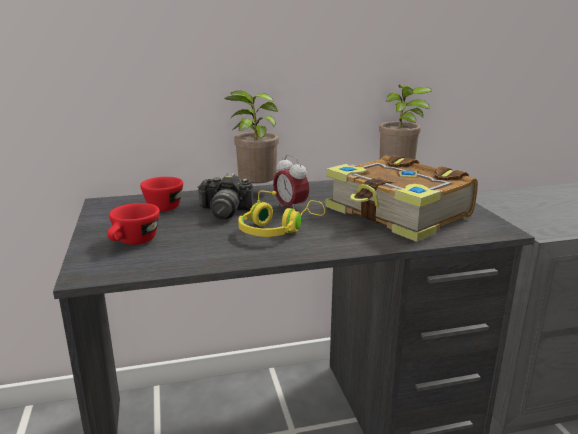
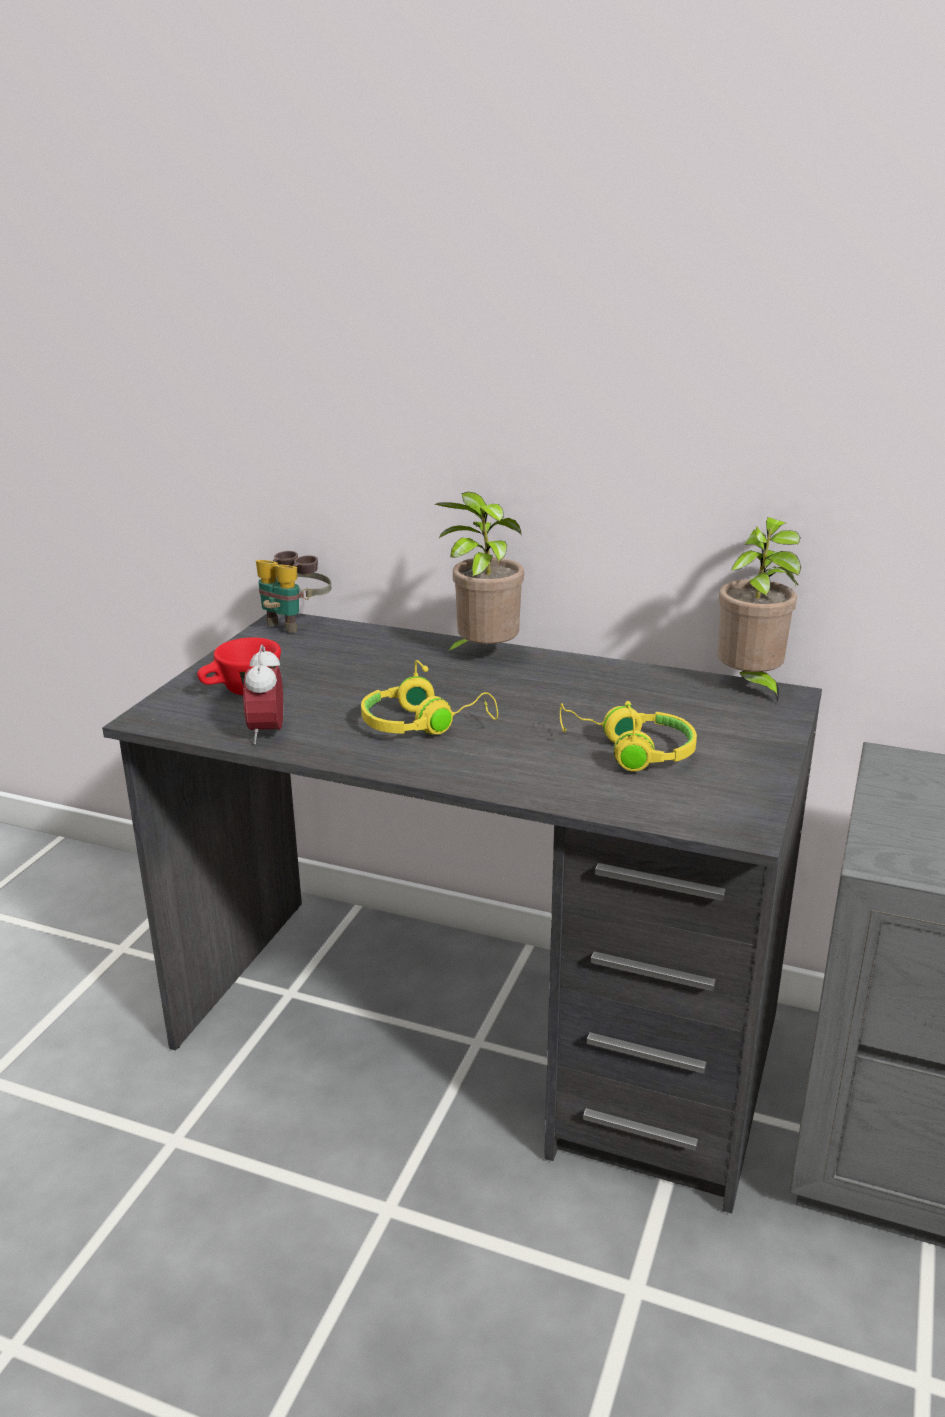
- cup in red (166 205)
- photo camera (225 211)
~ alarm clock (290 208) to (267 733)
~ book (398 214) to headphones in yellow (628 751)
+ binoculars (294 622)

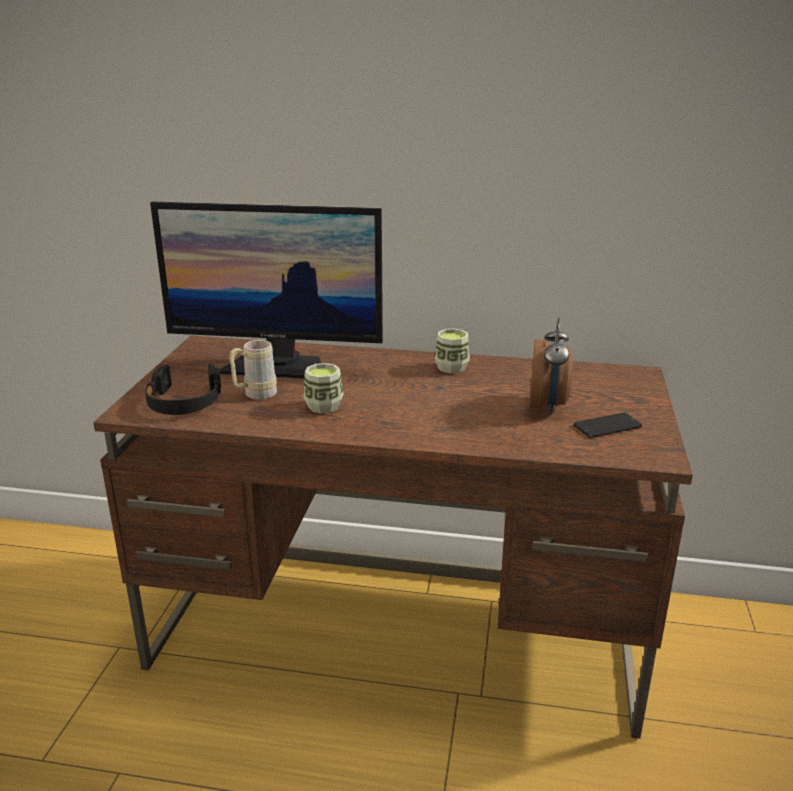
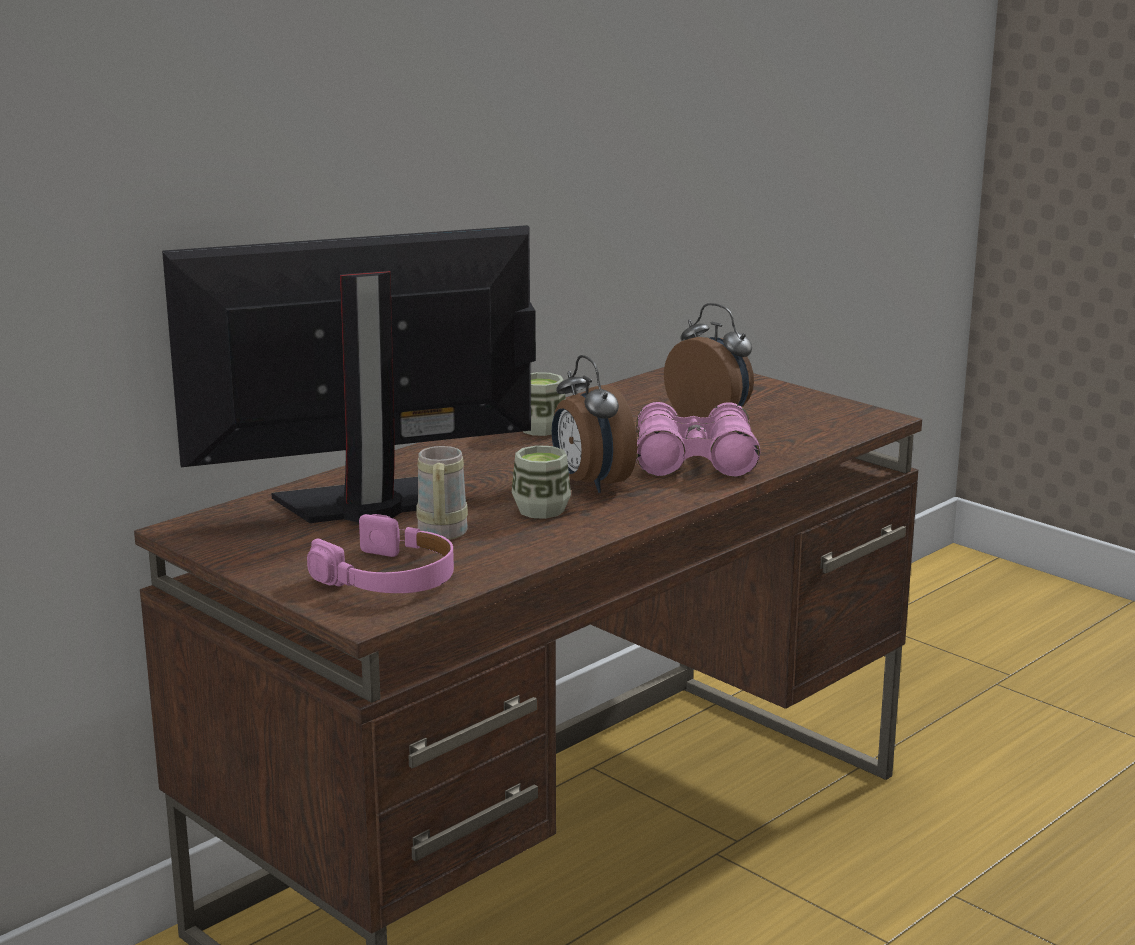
~ headphones in black (184 401) to headphones in pink (389 577)
~ monitor (278 365) = (366 504) 150 degrees counterclockwise
- phone (607 426)
+ alarm clock (590 484)
+ binoculars in pink (694 461)

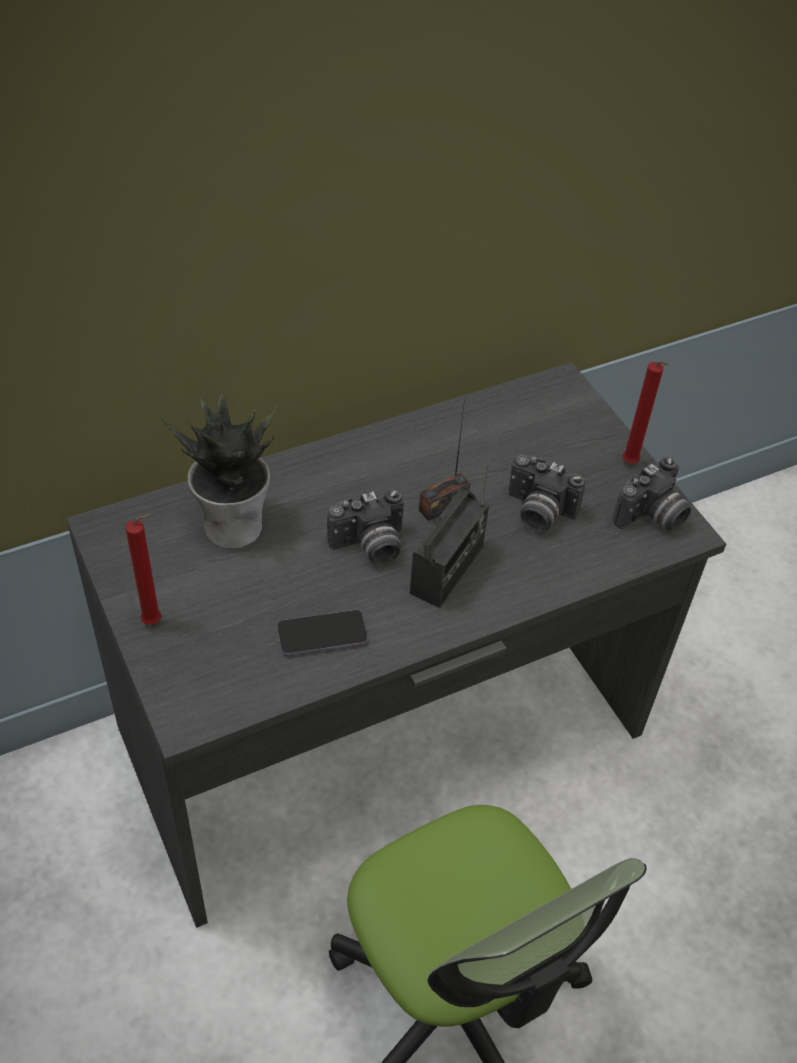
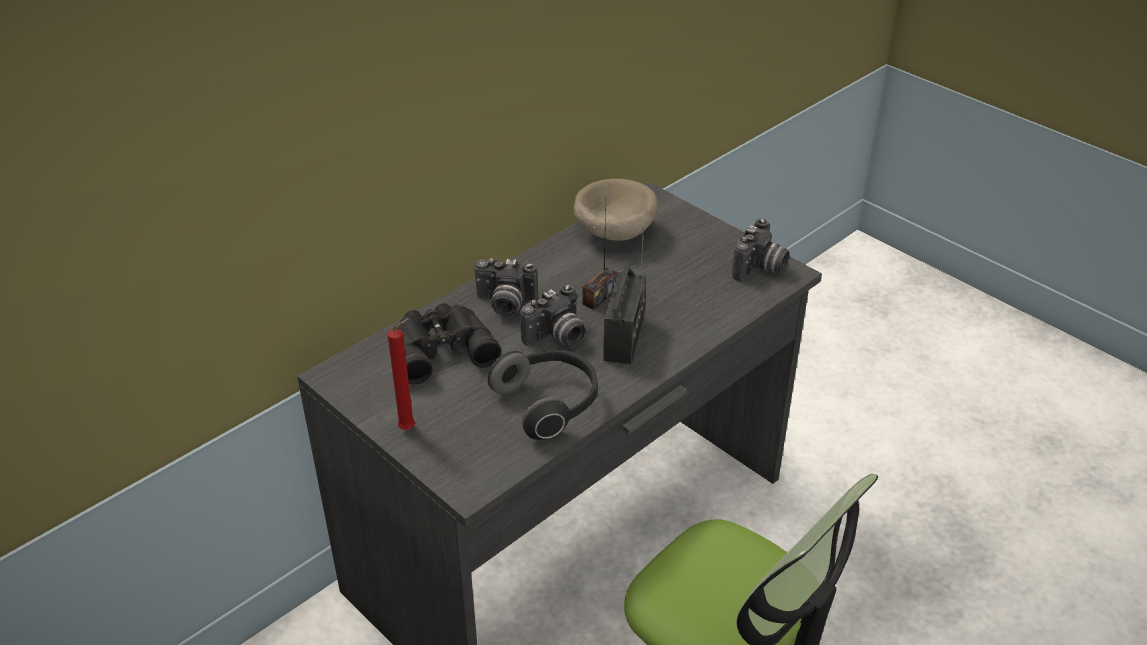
~ potted plant (233 524) to binoculars in black (439 347)
~ phone (322 635) to headphones (549 404)
~ photo camera (537 512) to (505 304)
- candle in red (631 464)
+ bowl in beige (613 232)

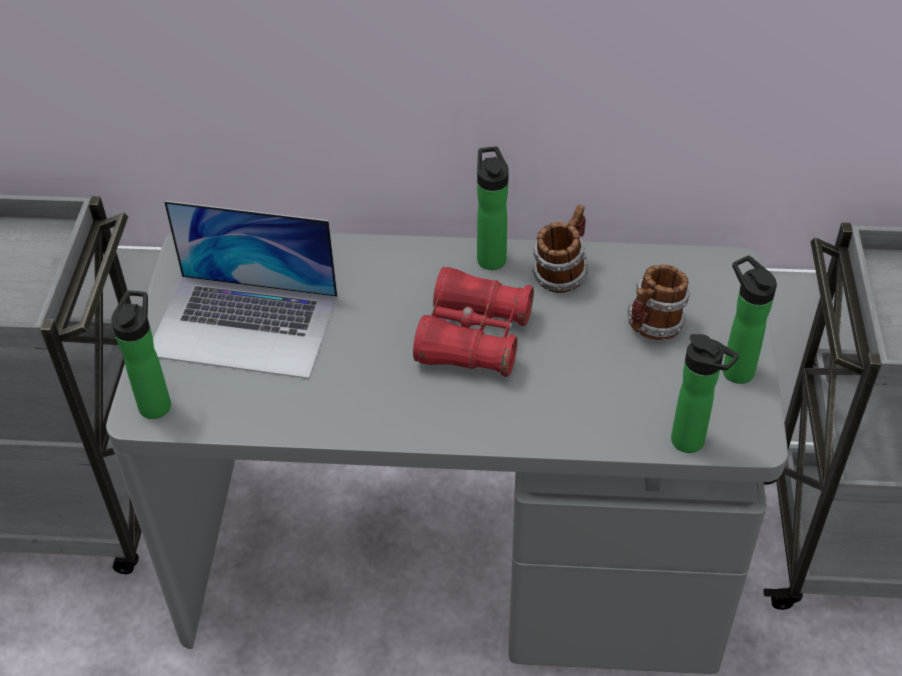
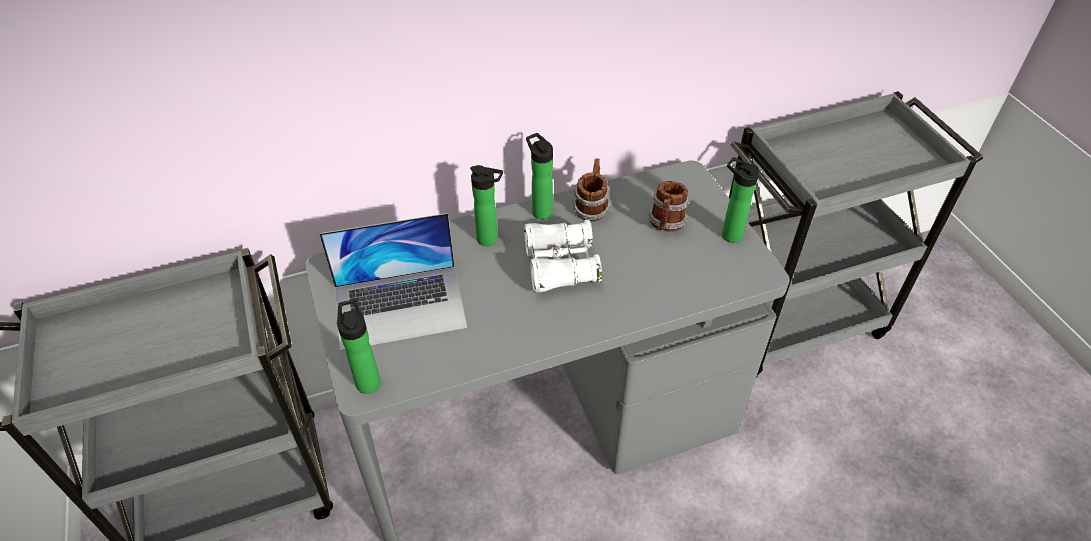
~ binoculars in red (473 338) to binoculars in white (560 265)
~ bottle (692 443) to (490 239)

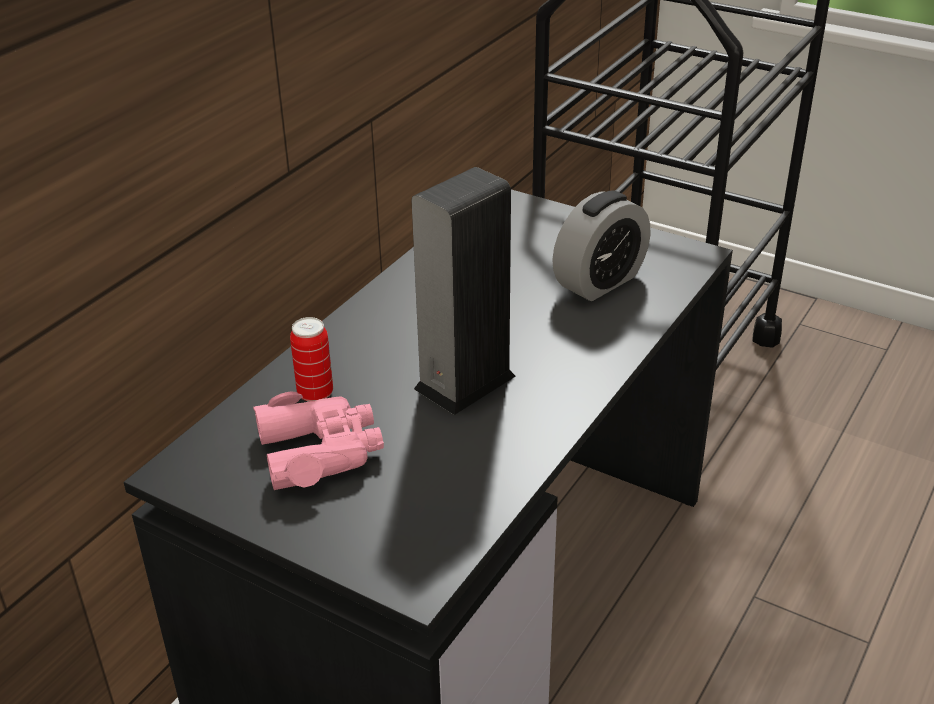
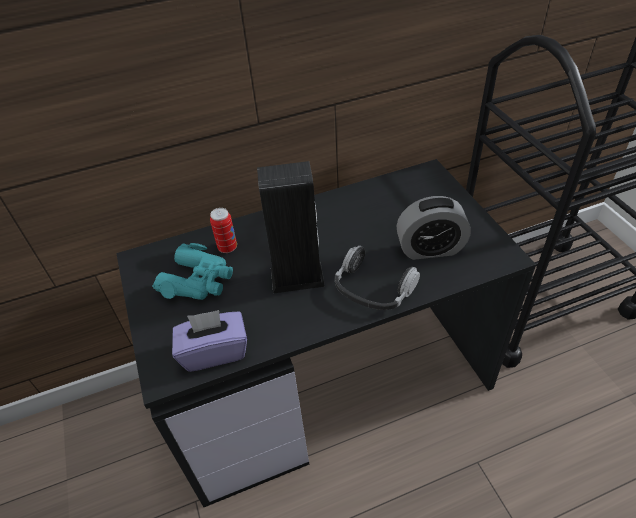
~ binoculars in pink (320 451) to binoculars in turquoise (198 280)
+ tissue box in purple (214 351)
+ headphones (373 288)

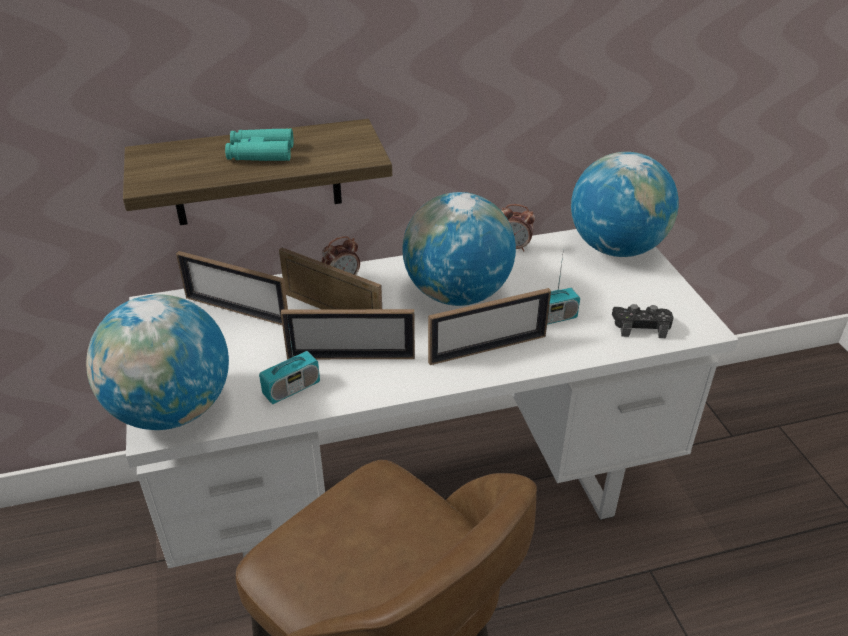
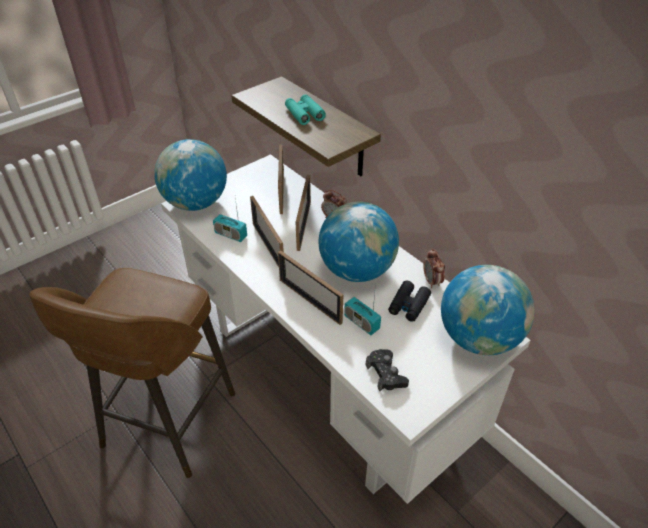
+ binoculars in black (408 305)

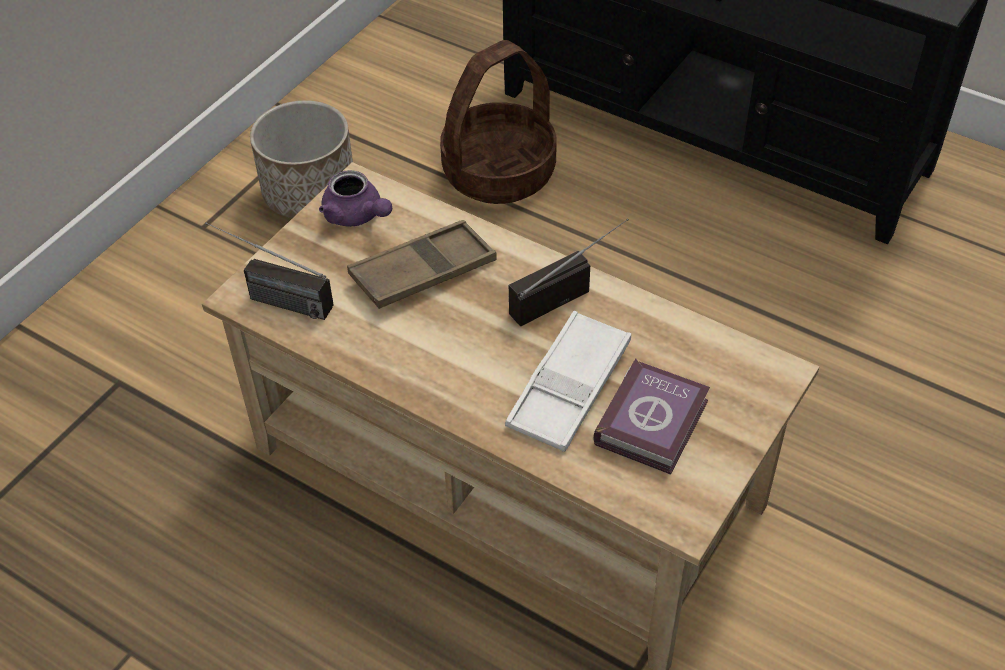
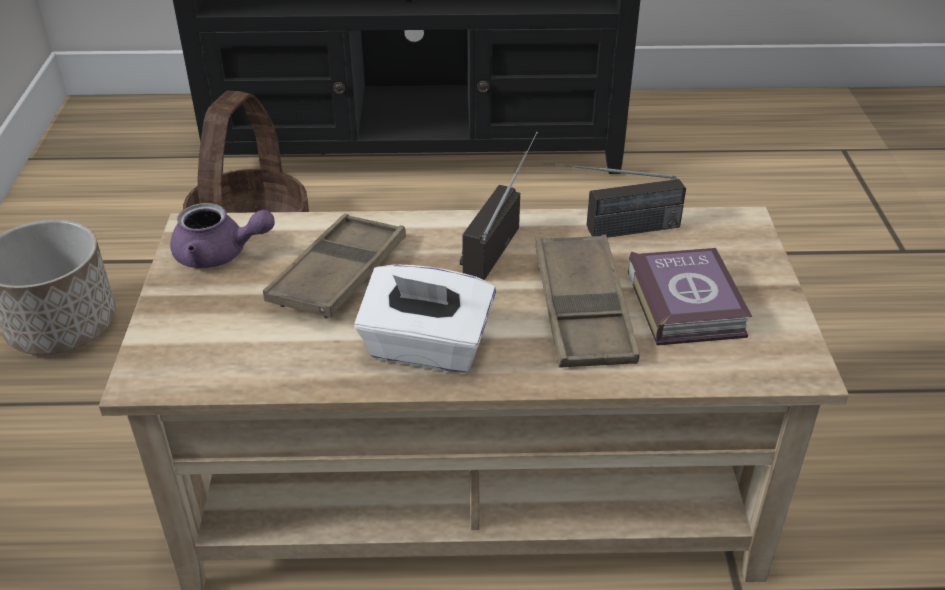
~ radio (270 298) to (610 232)
~ tray in white (569 388) to tray in brown (583 310)
+ tissue box in white (426 349)

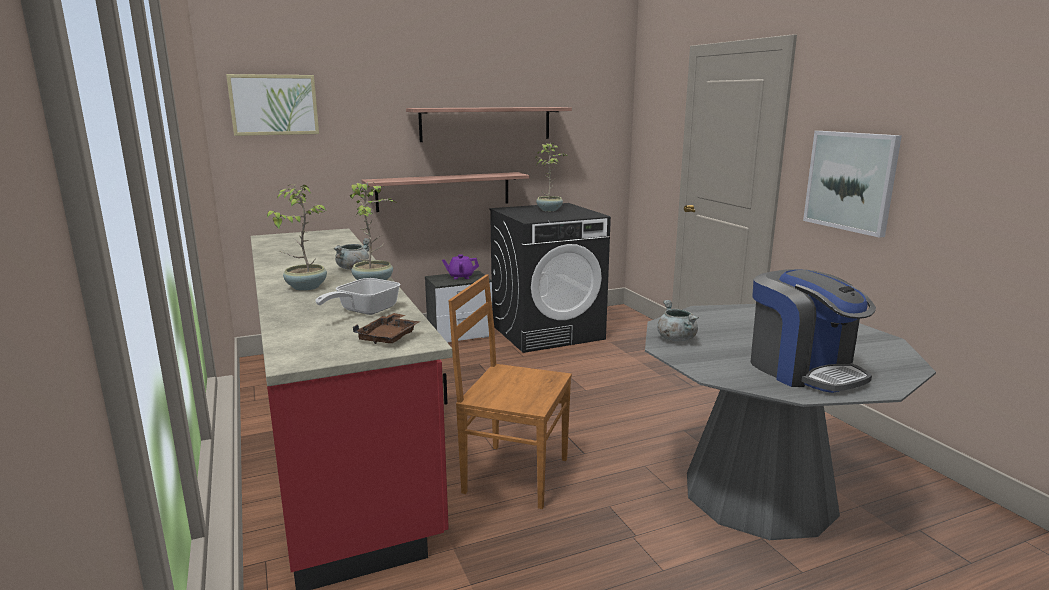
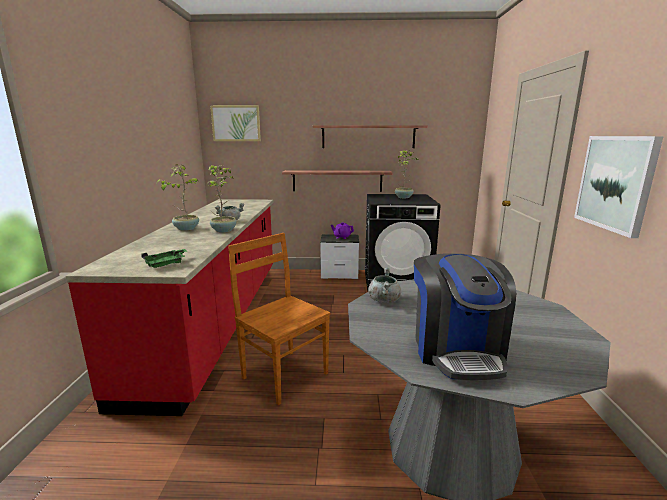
- frying pan (363 311)
~ tray in brown (389 337) to tray in green (166 264)

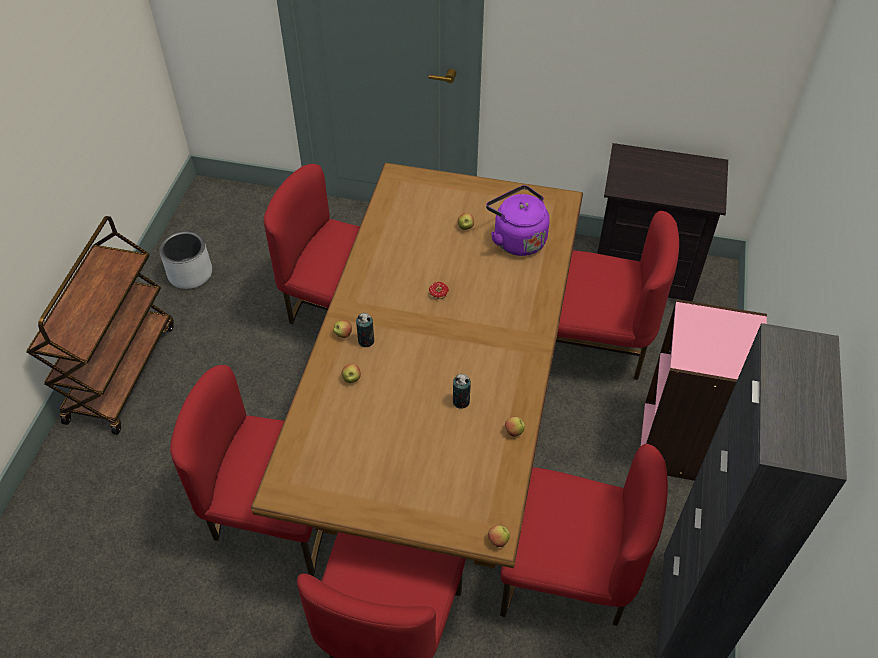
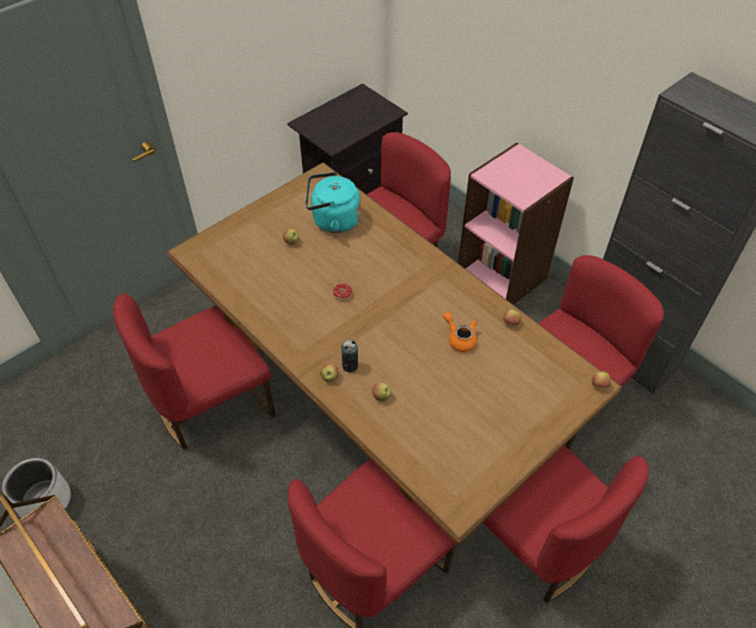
~ can (461 401) to teapot in orange (459 338)
~ kettle in purple (517 239) to kettle in turquoise (333 220)

